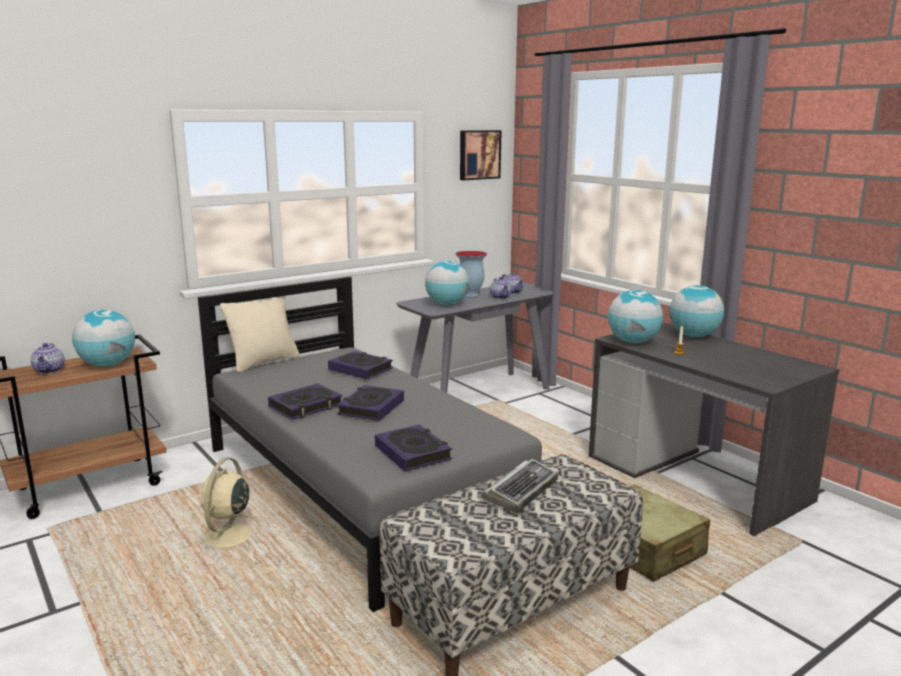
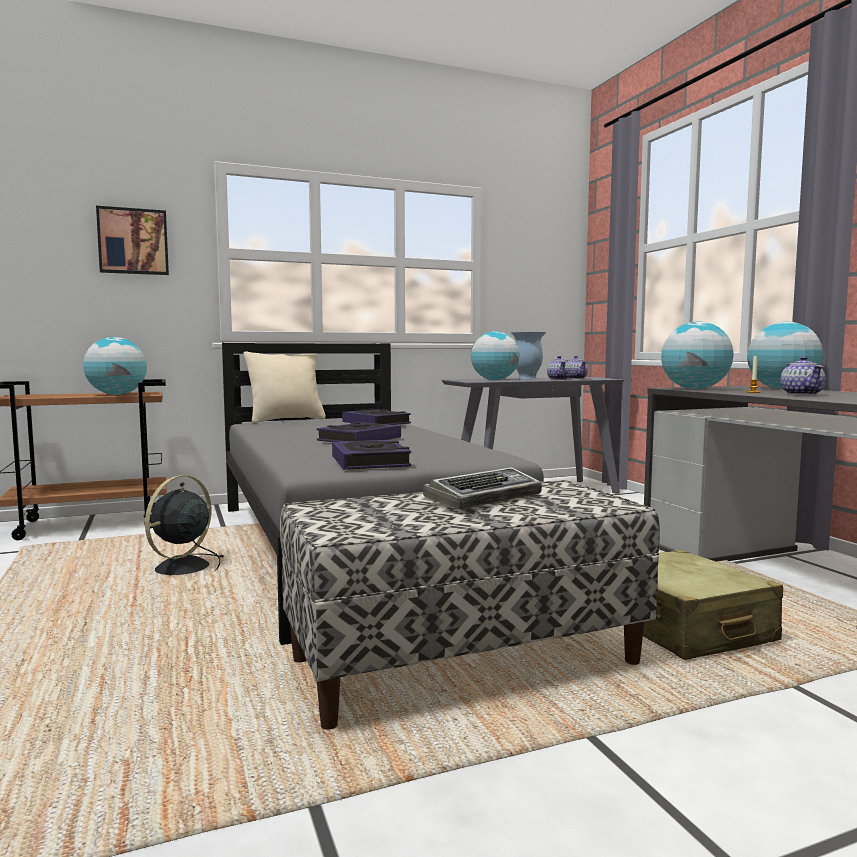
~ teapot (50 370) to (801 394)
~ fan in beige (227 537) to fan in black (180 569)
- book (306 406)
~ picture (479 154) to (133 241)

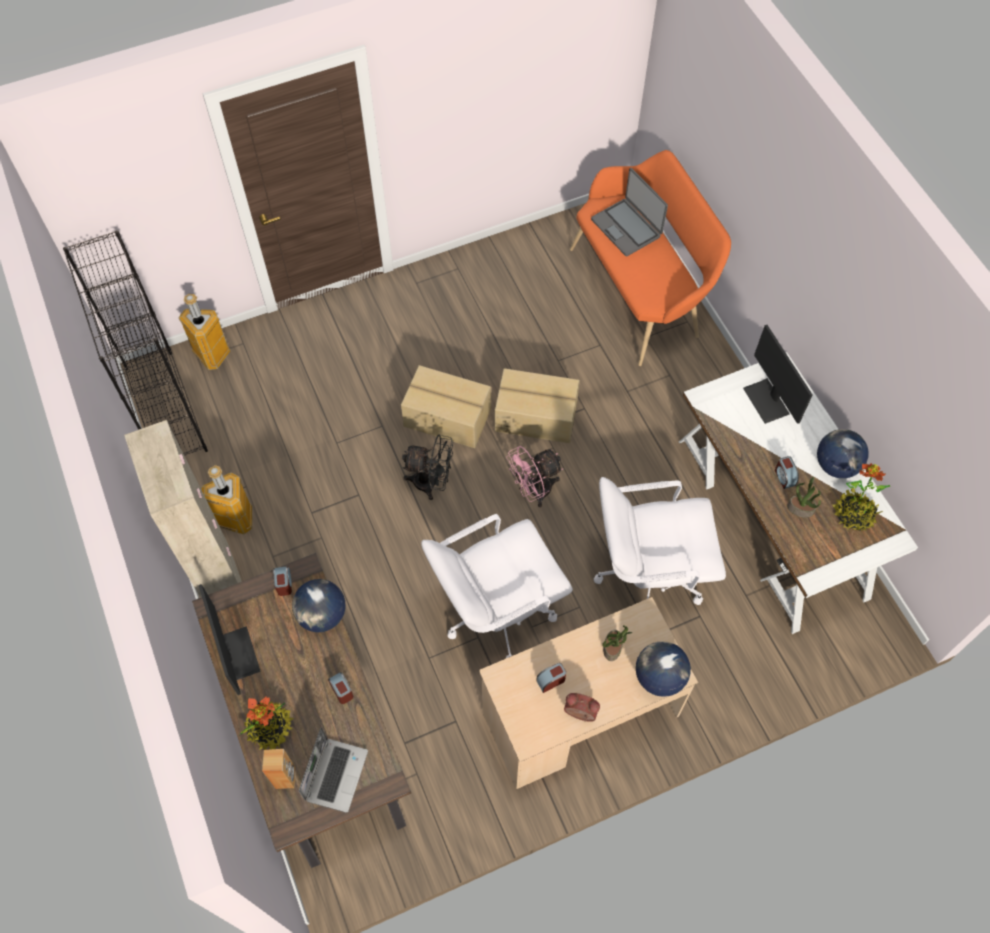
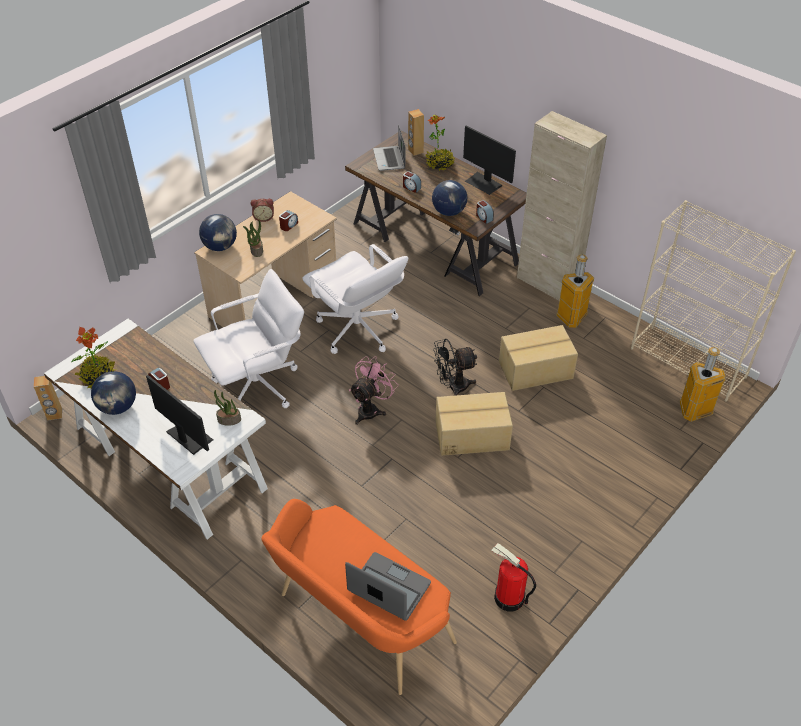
~ bookcase in black (165 408) to bookcase in beige (688 363)
~ office chair in white (496 611) = (357 330) 105 degrees clockwise
~ cardboard box (535 416) to (536 370)
~ potted plant (800 509) to (229 420)
+ speaker in brown (54 414)
+ fire extinguisher (508 598)

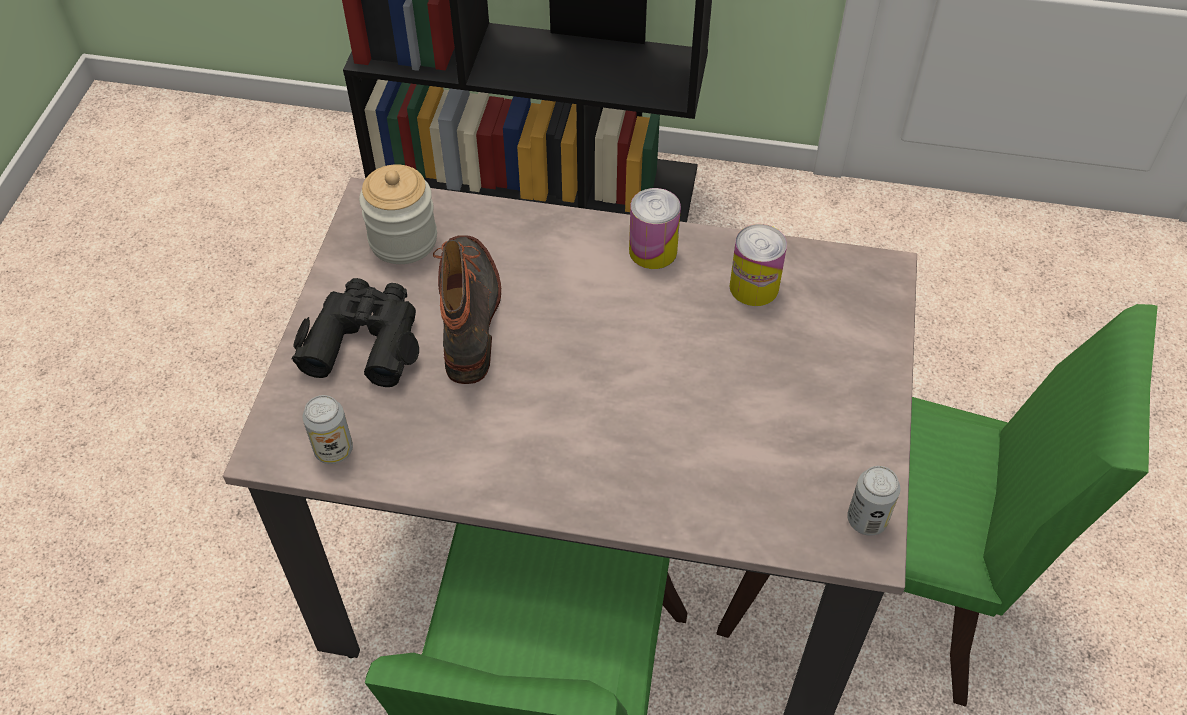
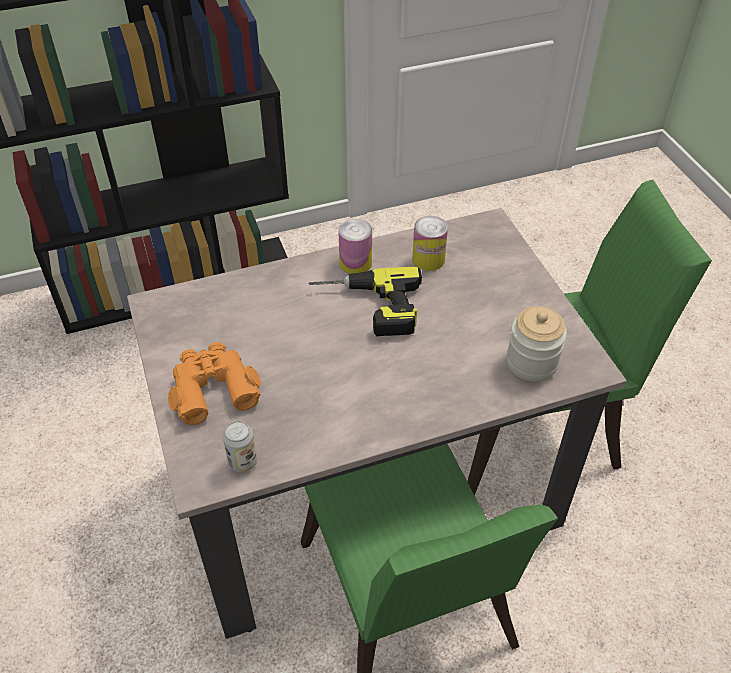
~ binoculars in black (364 340) to binoculars in orange (213 388)
~ jar (403 240) to (531 362)
- boot (470 315)
- can (867 520)
+ power drill (367 308)

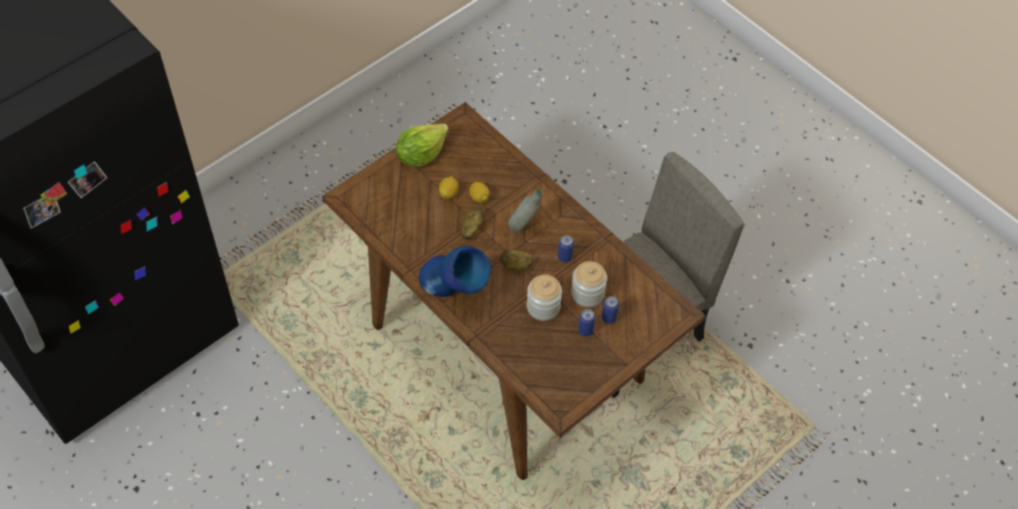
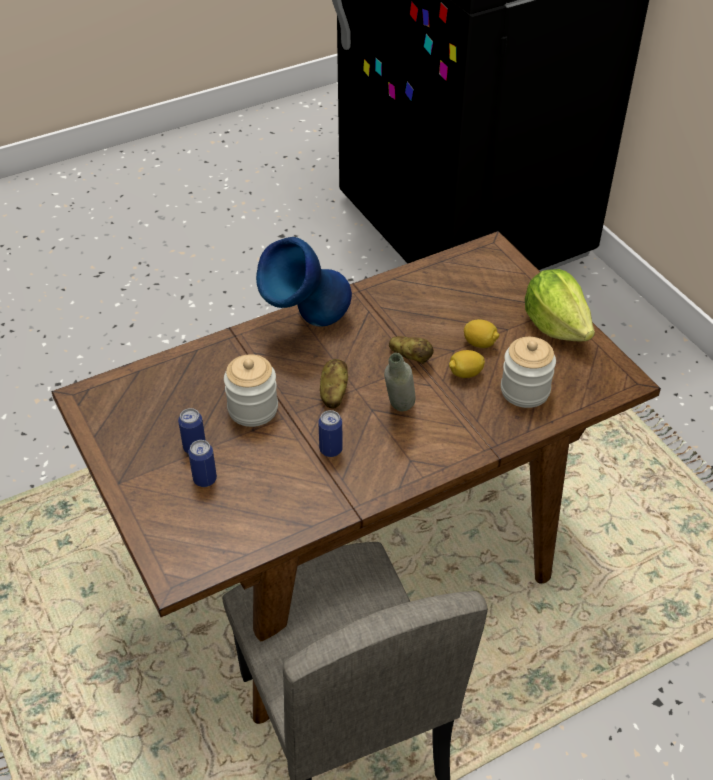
~ jar (587 293) to (525 391)

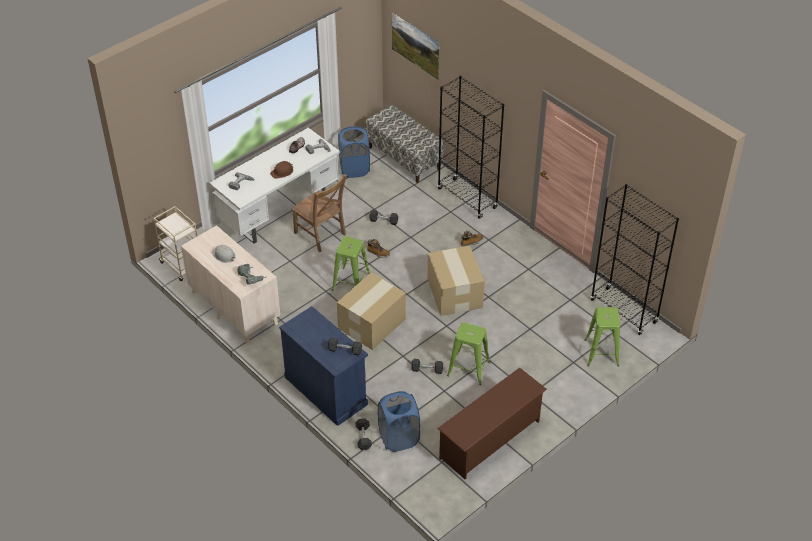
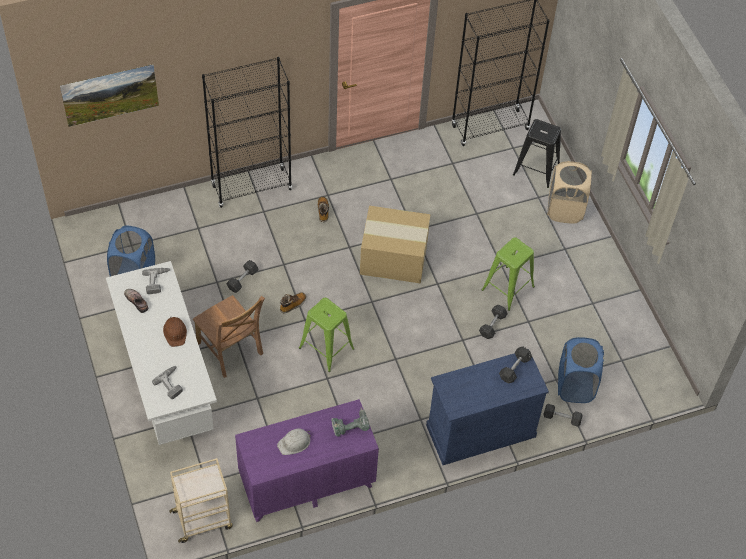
~ dresser in beige (234 307) to dresser in purple (306 482)
~ chair in brown (321 235) = (231 350) 75 degrees clockwise
- cardboard box (371 324)
- bench (404 158)
- shoe rack in brown (490 439)
~ stool in green (601 352) to stool in black (535 169)
+ laundry basket in beige (565 210)

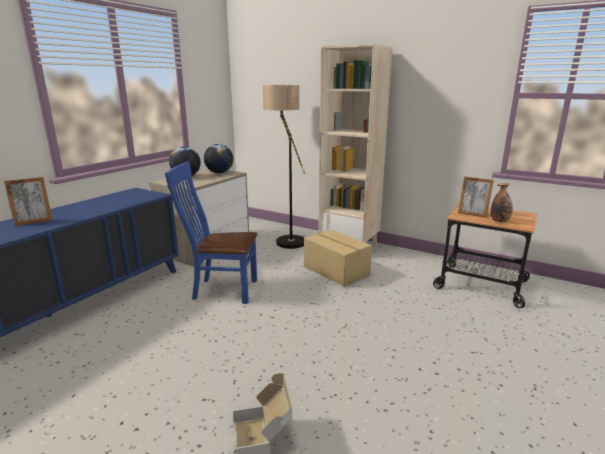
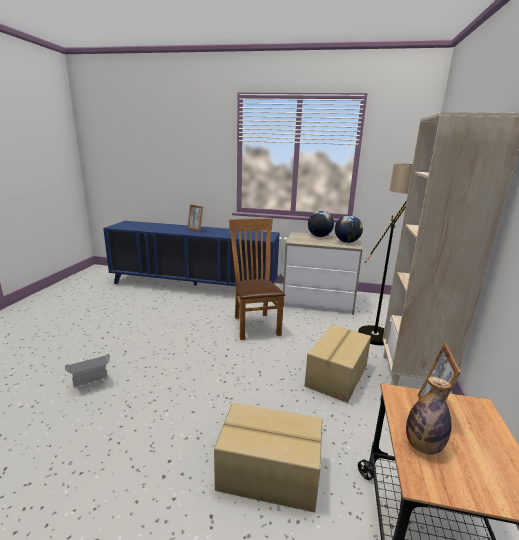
~ chair in blue (221 290) to chair in brown (254 324)
+ cardboard box (269 474)

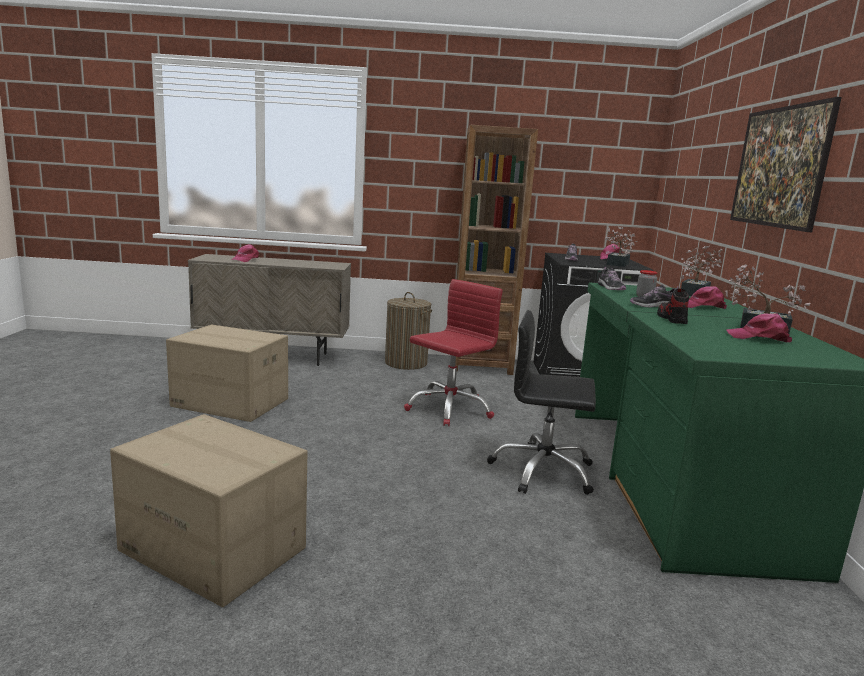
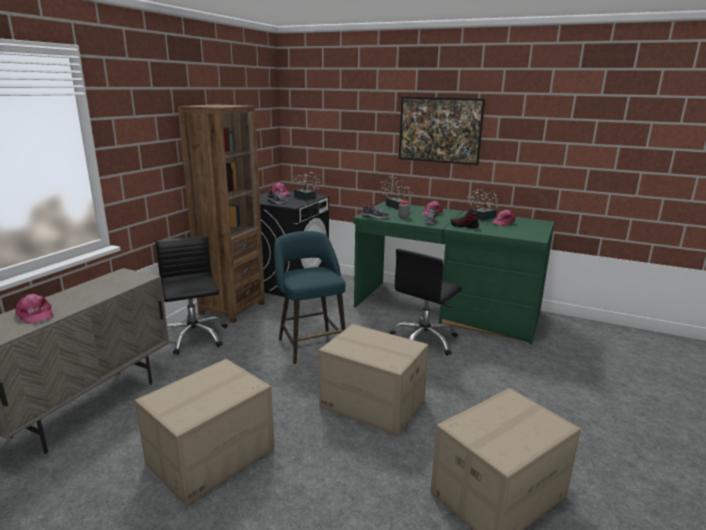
~ laundry basket (406 363) to office chair in black (194 337)
~ office chair in red (449 408) to stool in turquoise (310 344)
+ cardboard box (372 404)

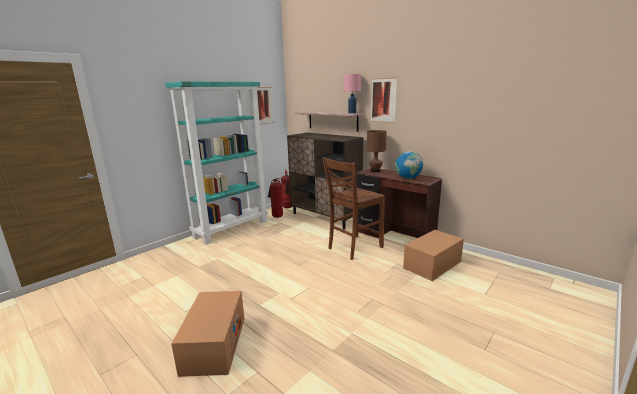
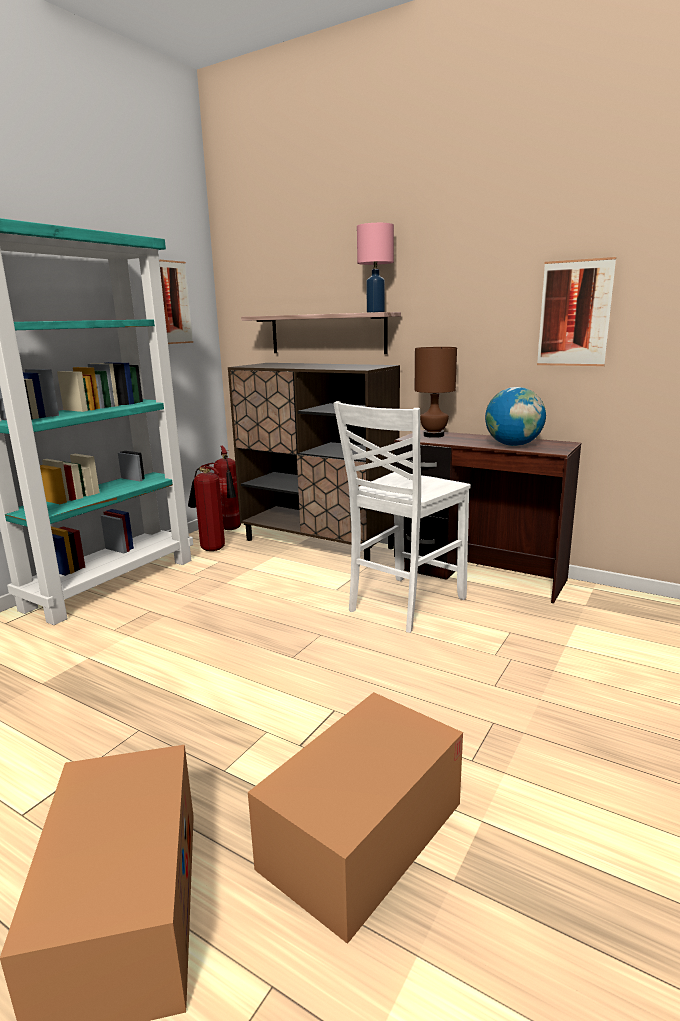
~ chair in brown (353 248) to chair in white (403 604)
~ picture (383 100) to (574 313)
~ cardboard box (432 265) to (363 835)

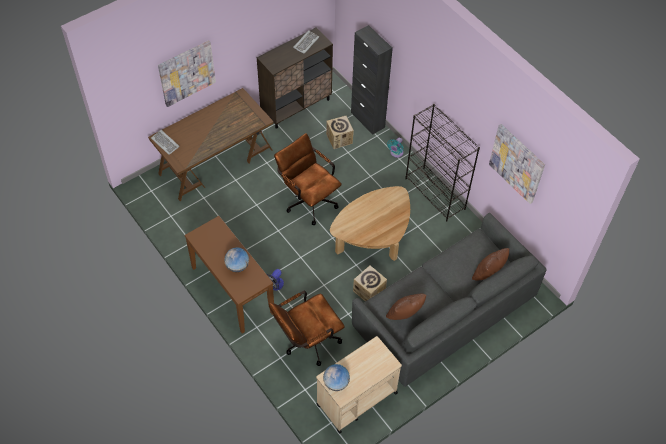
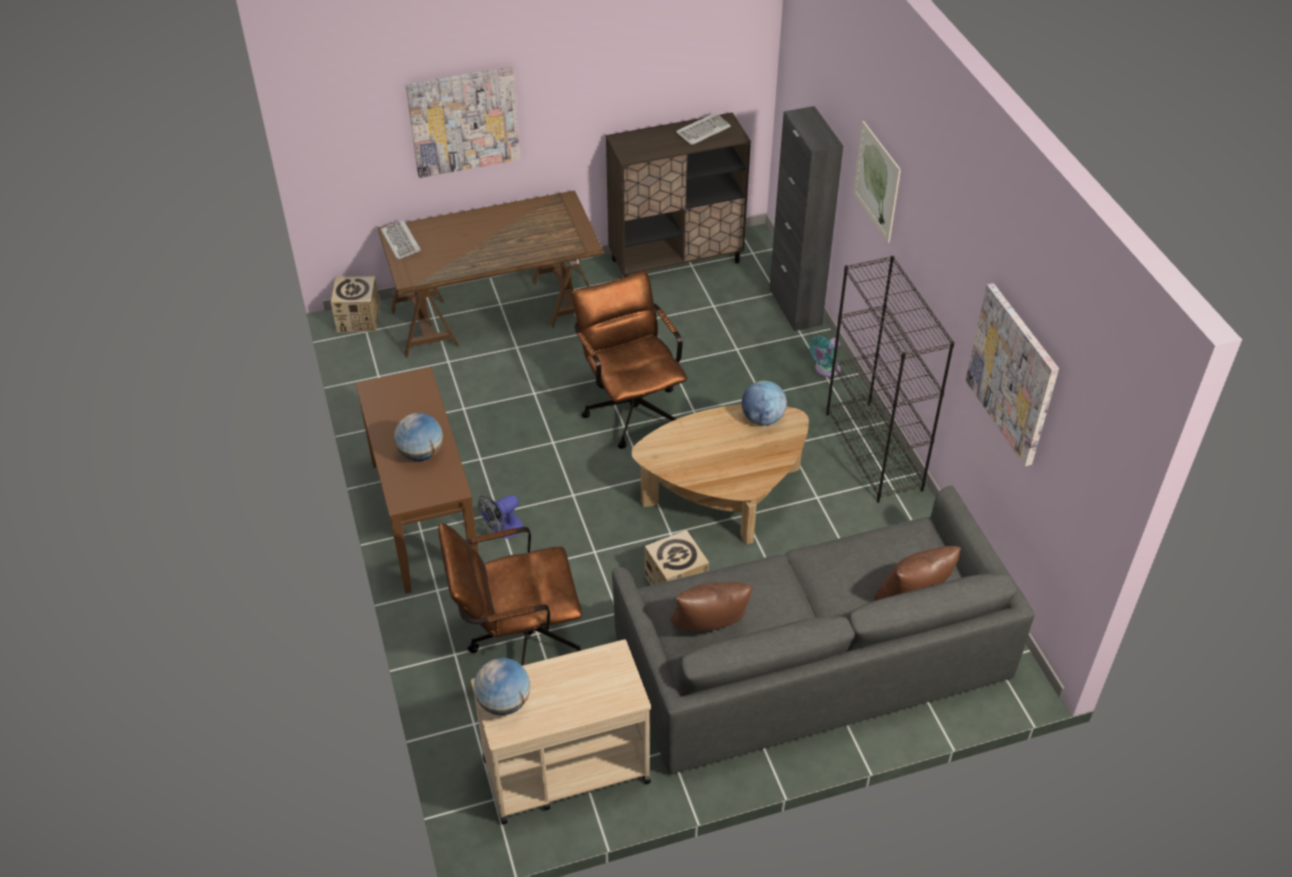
~ cardboard box (339 139) to (358 319)
+ globe (762 418)
+ picture (876 181)

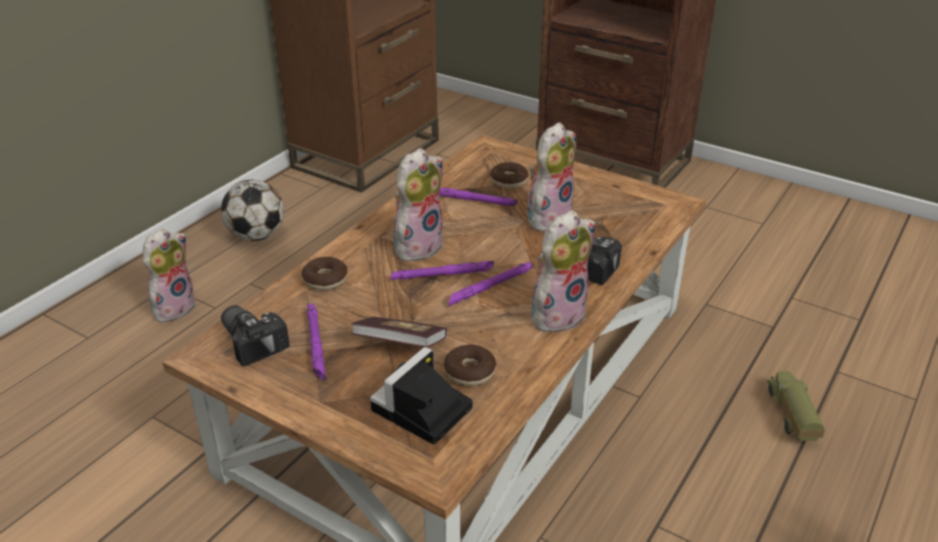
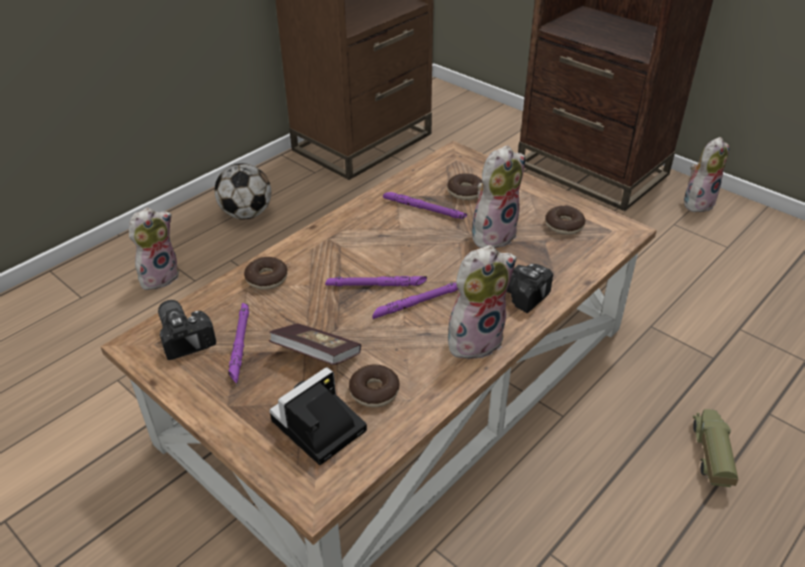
~ plush toy (418 246) to (698 202)
+ donut (564 225)

